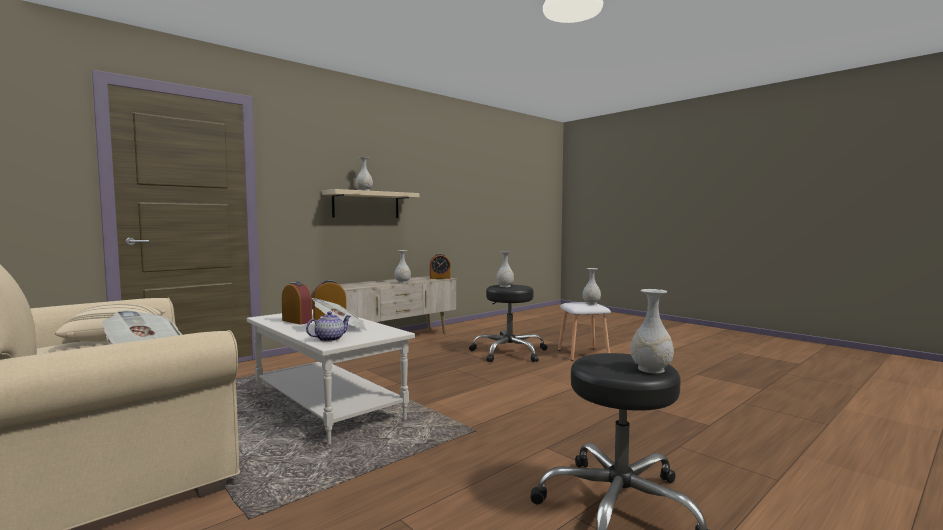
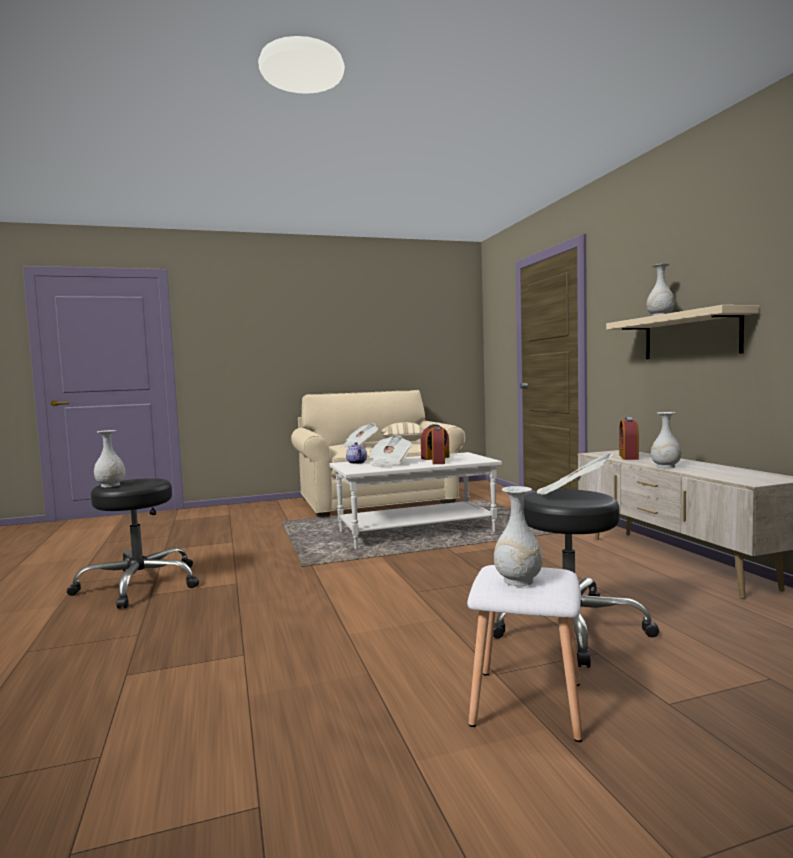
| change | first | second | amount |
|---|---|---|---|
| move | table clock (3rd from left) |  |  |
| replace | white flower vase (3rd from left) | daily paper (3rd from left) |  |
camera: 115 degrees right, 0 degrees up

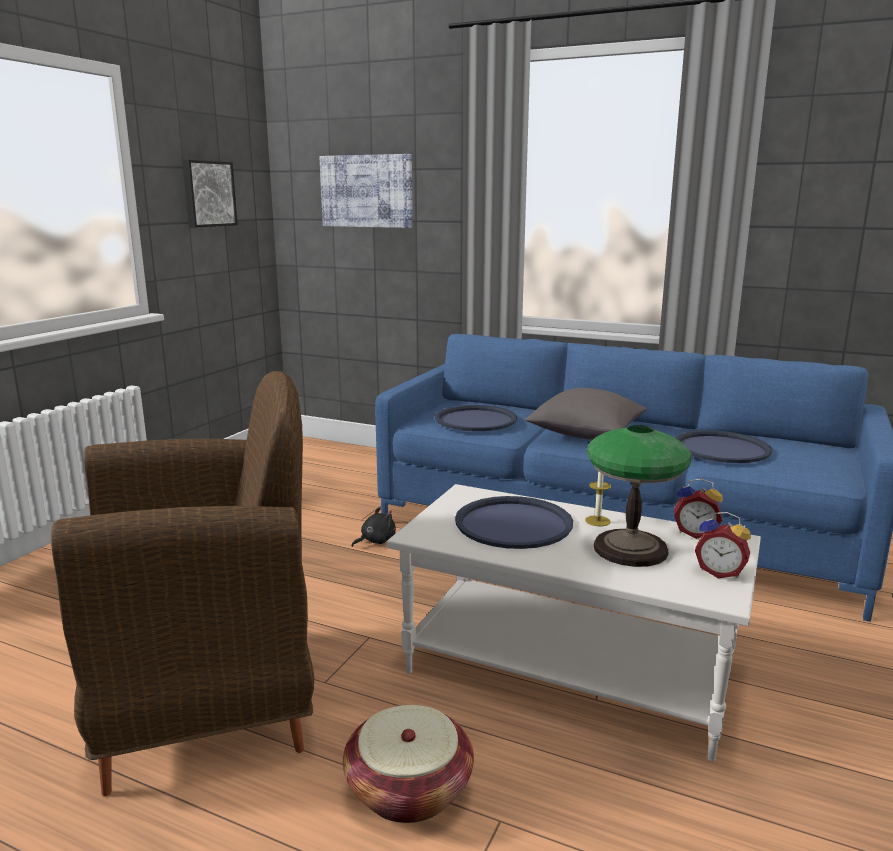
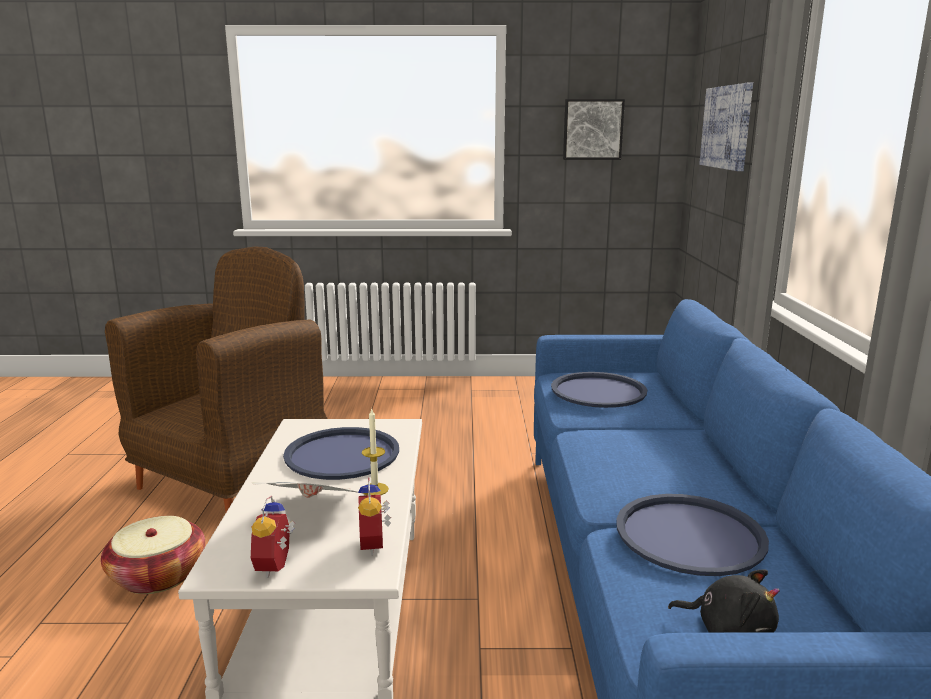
| change | first | second | amount |
|---|---|---|---|
| delete | grey throw pillow |  |  |
| move | black plush toy |  |  |
| replace | lamp for a table | daily paper |  |
| rotate | brown armchair |  | 105 degrees counterclockwise |
camera: 65 degrees right, 0 degrees up

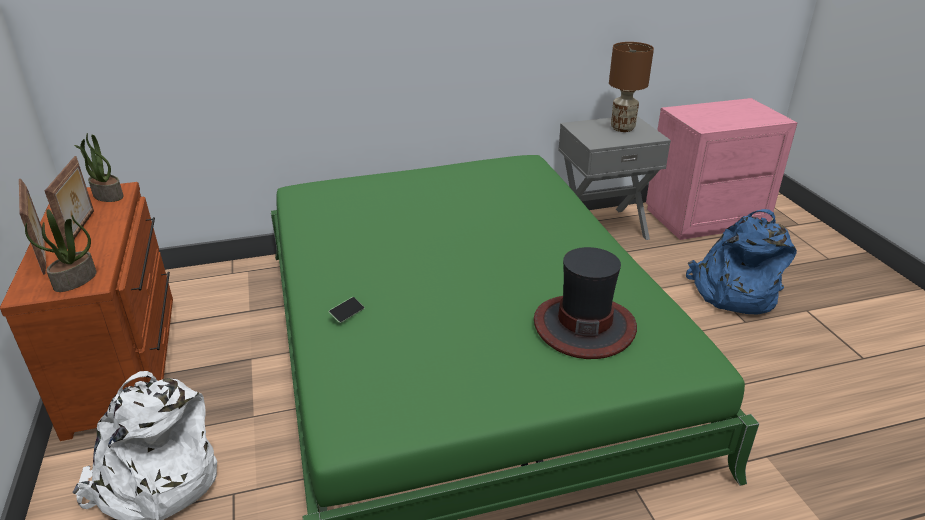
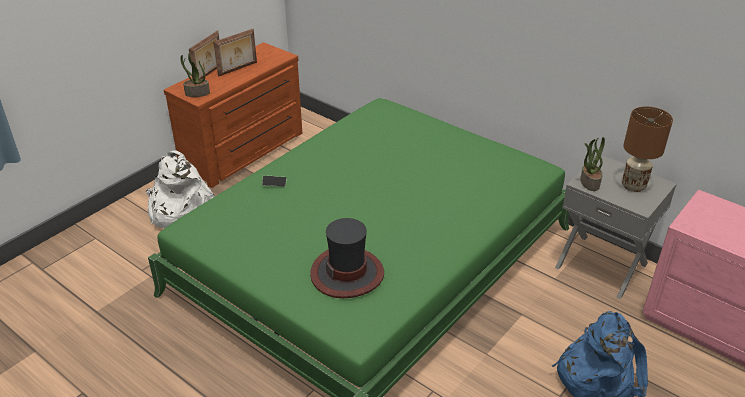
| change | first | second | amount |
|---|---|---|---|
| move | houseplant (2nd from left) |  |  |
camera: 55 degrees right, 5 degrees up

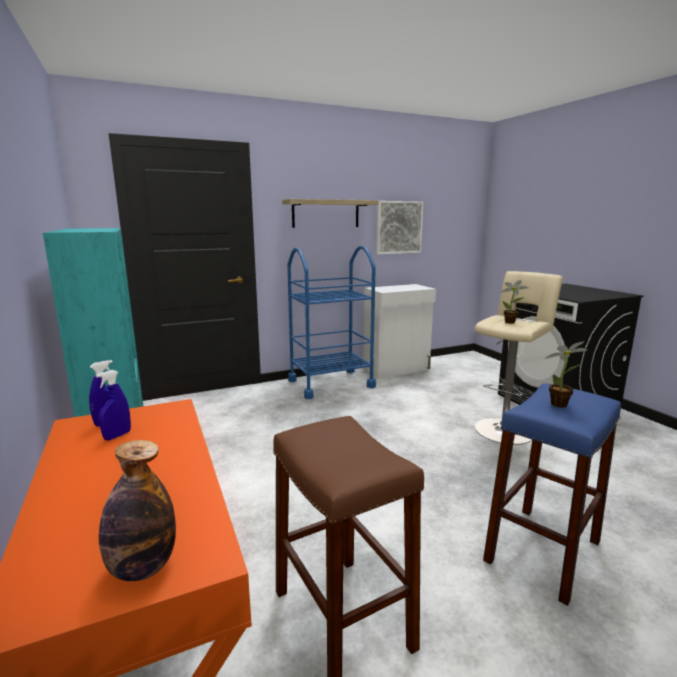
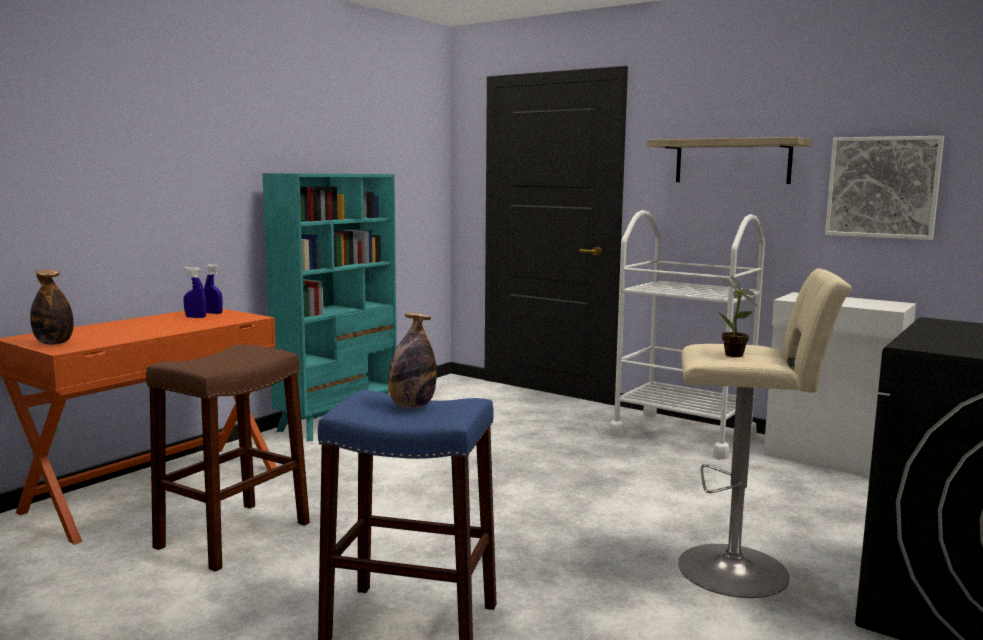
| change | first | second | amount |
|---|---|---|---|
| replace | houseplant (2nd from left) | beverage bottle (2nd from left) |  |
| recolor | blue-coloured cart | white cart |  |
camera: 60 degrees right, 5 degrees down

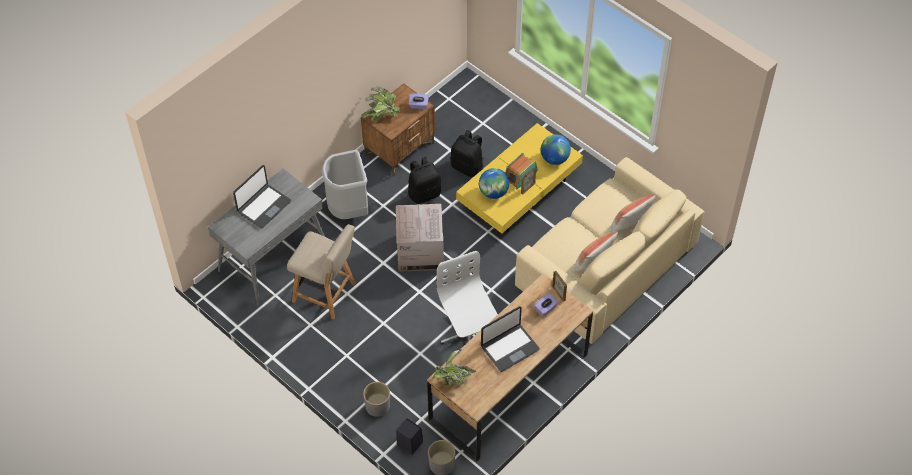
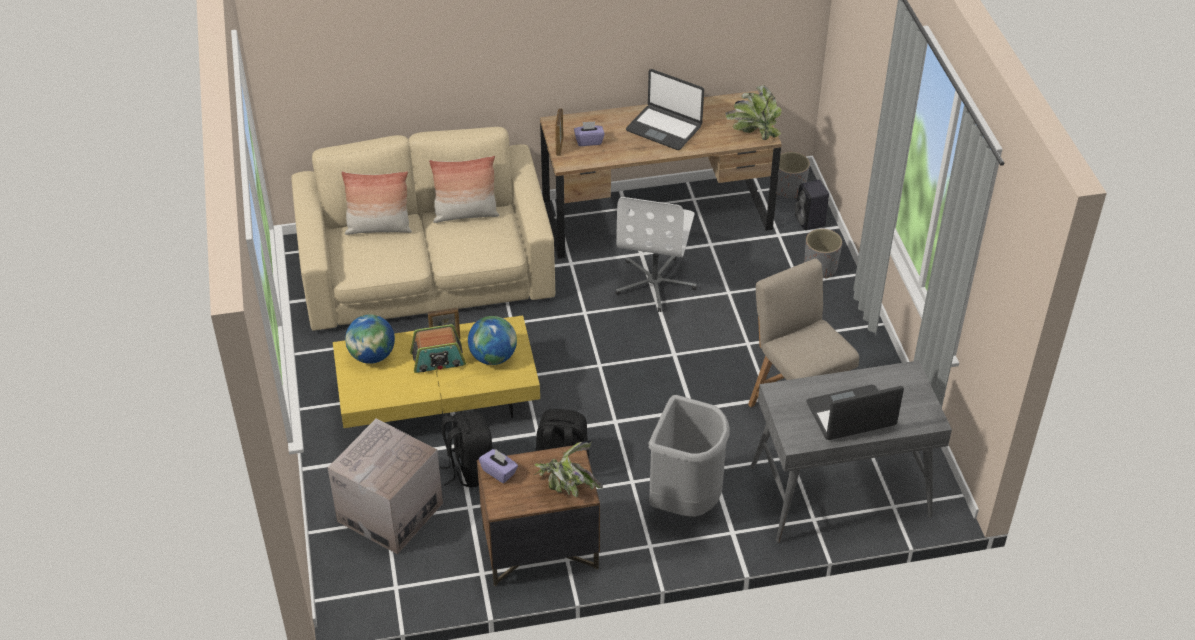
| change | first | second | amount |
|---|---|---|---|
| move | cardboard box |  |  |
| rotate | laptop (2nd from left in the first image) | laptop (1st from left) | 150 degrees counterclockwise |
camera: 145 degrees left, 10 degrees down

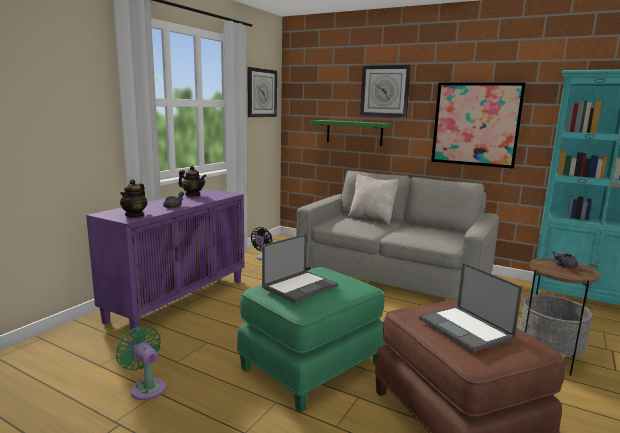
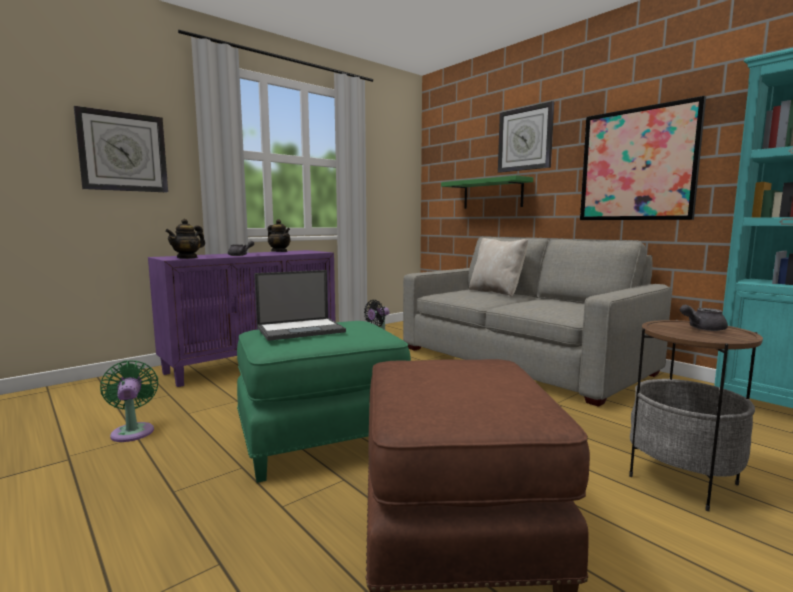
| change | first | second | amount |
|---|---|---|---|
| delete | laptop (2nd from left) |  |  |
| move | hanging clock (1st from left) |  |  |
camera: 20 degrees right, 5 degrees down

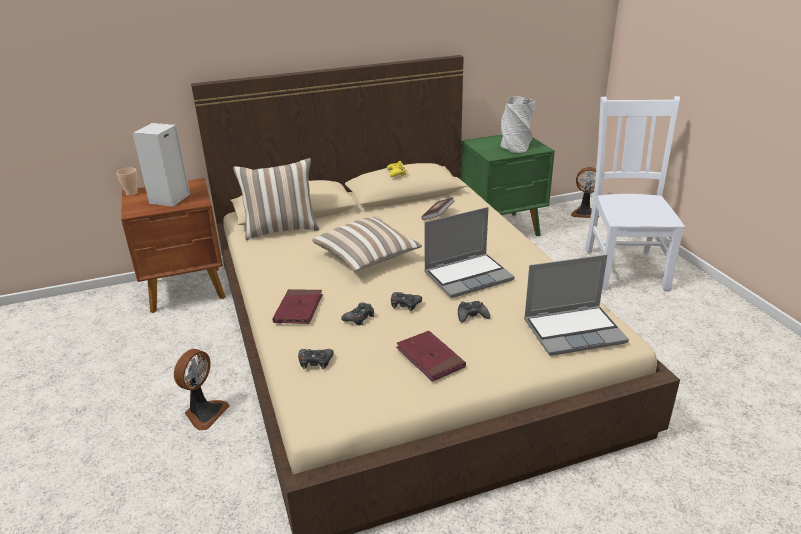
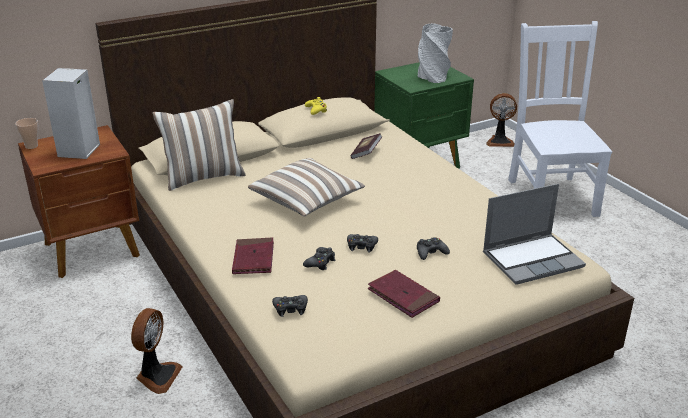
| change | first | second | amount |
|---|---|---|---|
| delete | laptop (1st from left) |  |  |
camera: 10 degrees left, 0 degrees up

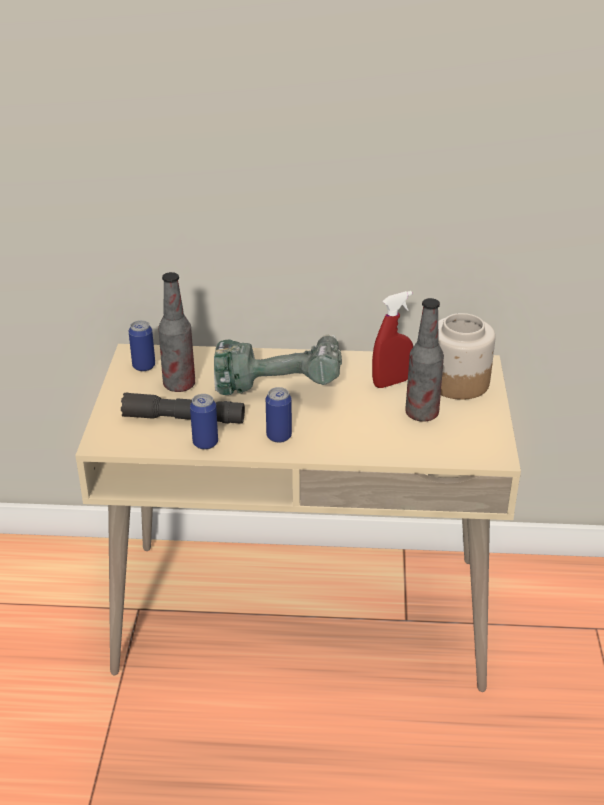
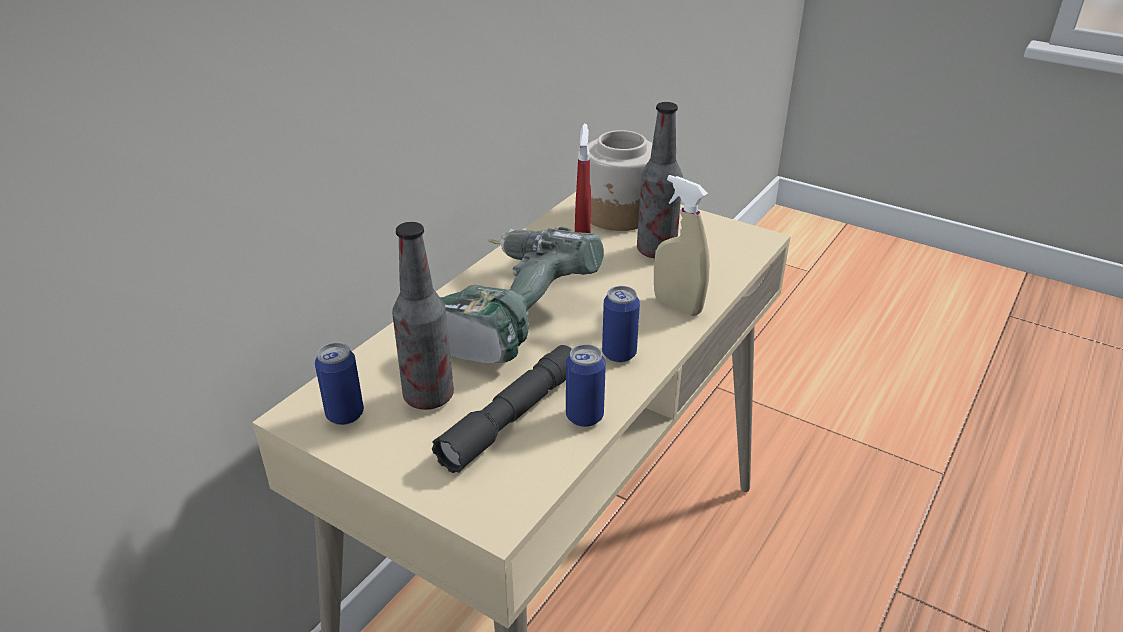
| change | first | second | amount |
|---|---|---|---|
| insert |  | beige spray bottle |  |
camera: 60 degrees left, 0 degrees up

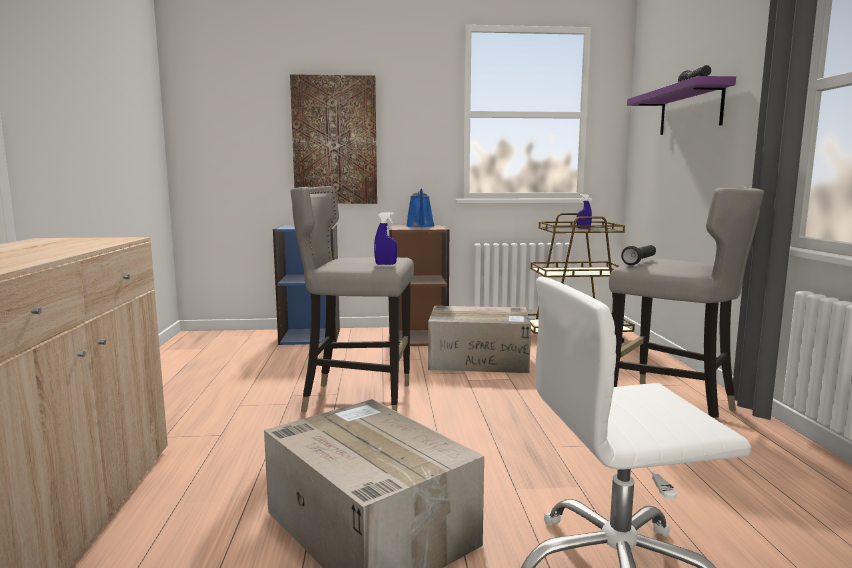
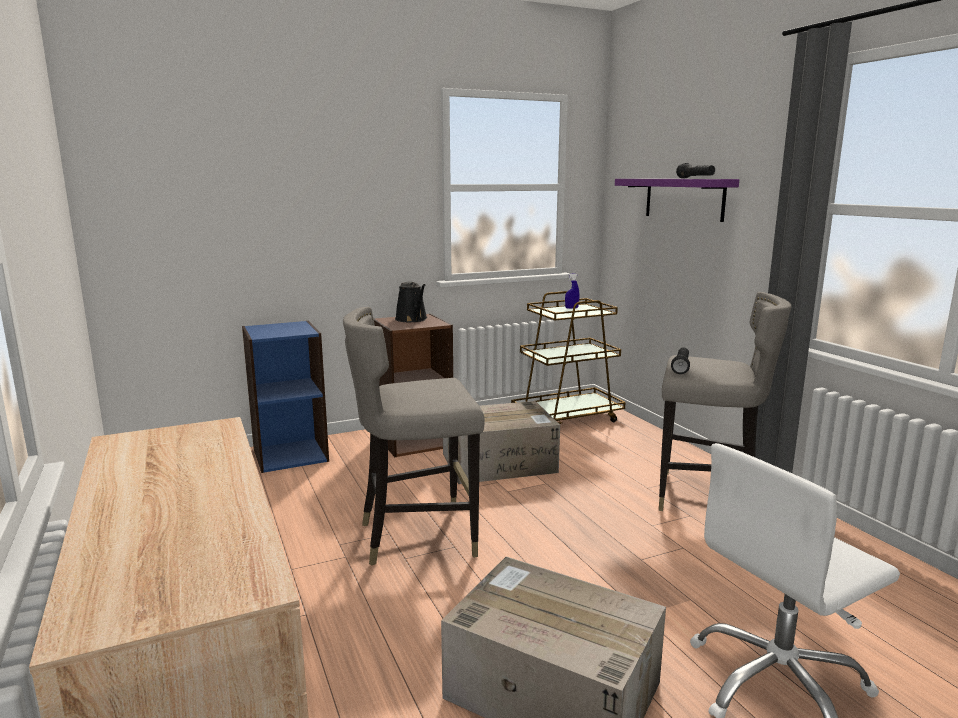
| change | first | second | amount |
|---|---|---|---|
| delete | picture |  |  |
| delete | blue-coloured spray bottle (1st from left) |  |  |
| recolor | blue-coloured watering can | black watering can |  |
camera: 20 degrees left, 5 degrees up

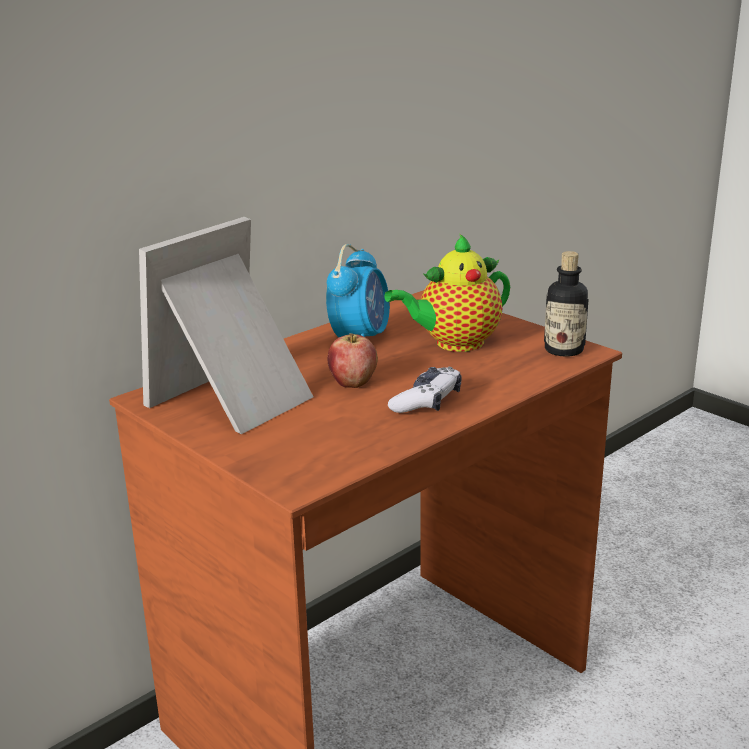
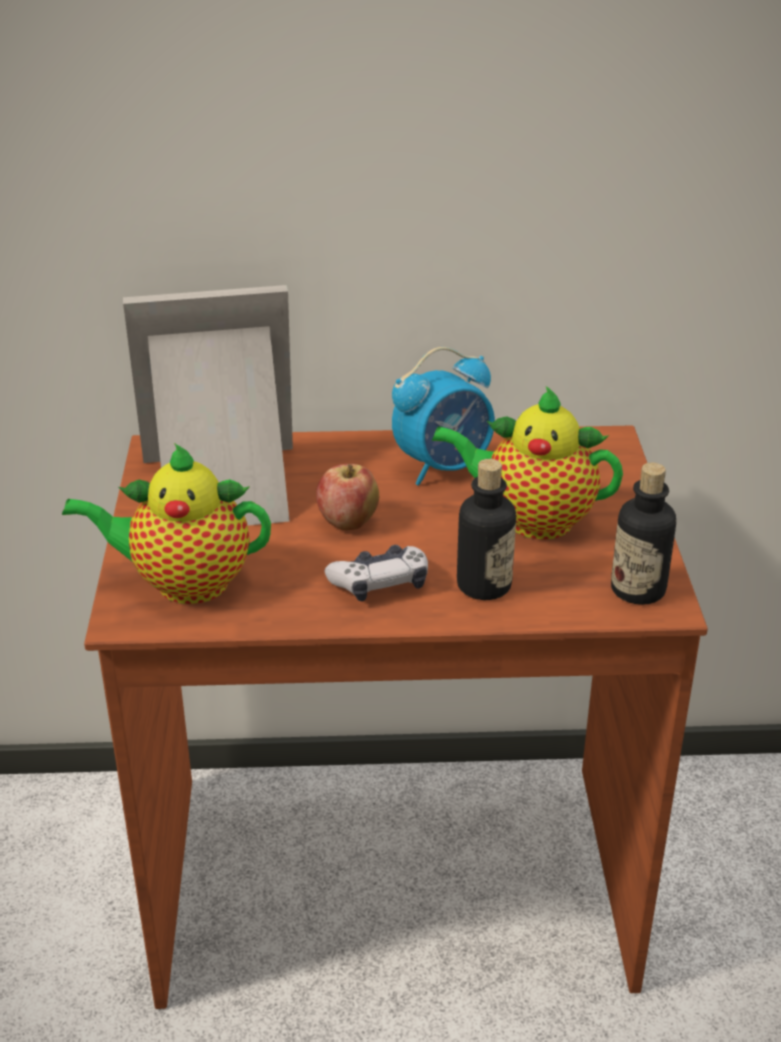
| change | first | second | amount |
|---|---|---|---|
| insert |  | tea pot (1st from left) |  |
| insert |  | beverage bottle (1st from left) |  |
camera: 40 degrees right, 10 degrees up

